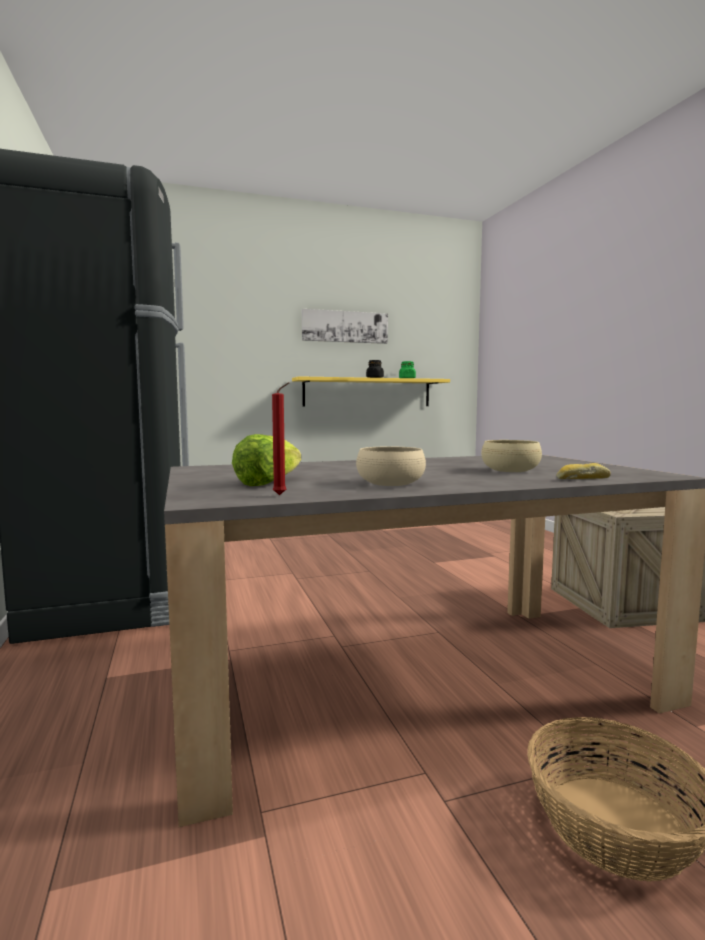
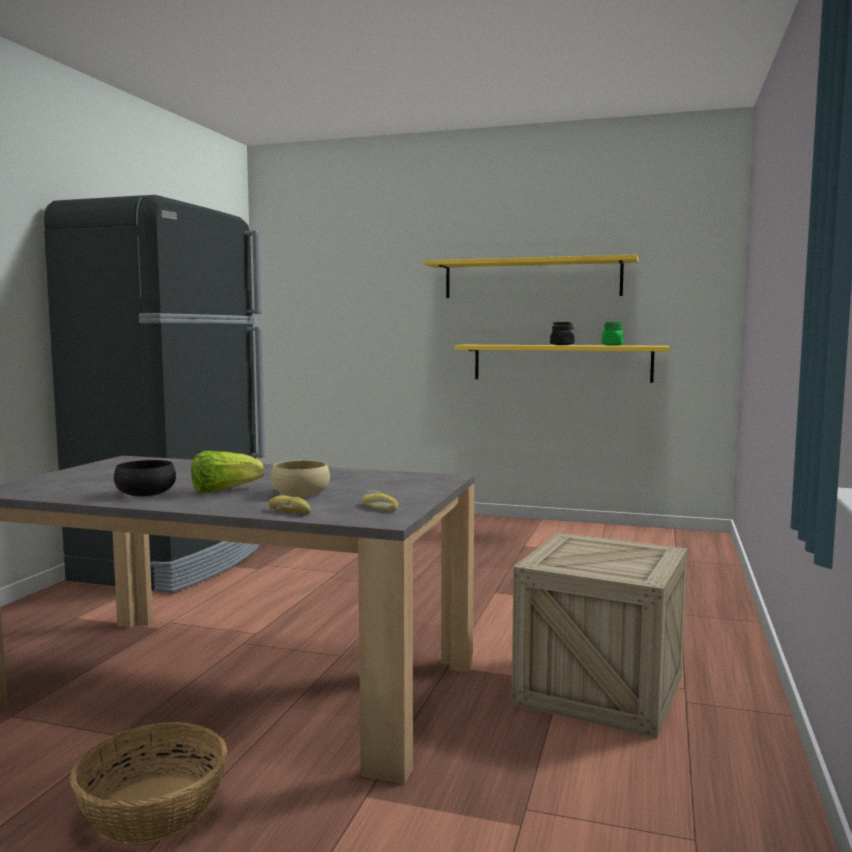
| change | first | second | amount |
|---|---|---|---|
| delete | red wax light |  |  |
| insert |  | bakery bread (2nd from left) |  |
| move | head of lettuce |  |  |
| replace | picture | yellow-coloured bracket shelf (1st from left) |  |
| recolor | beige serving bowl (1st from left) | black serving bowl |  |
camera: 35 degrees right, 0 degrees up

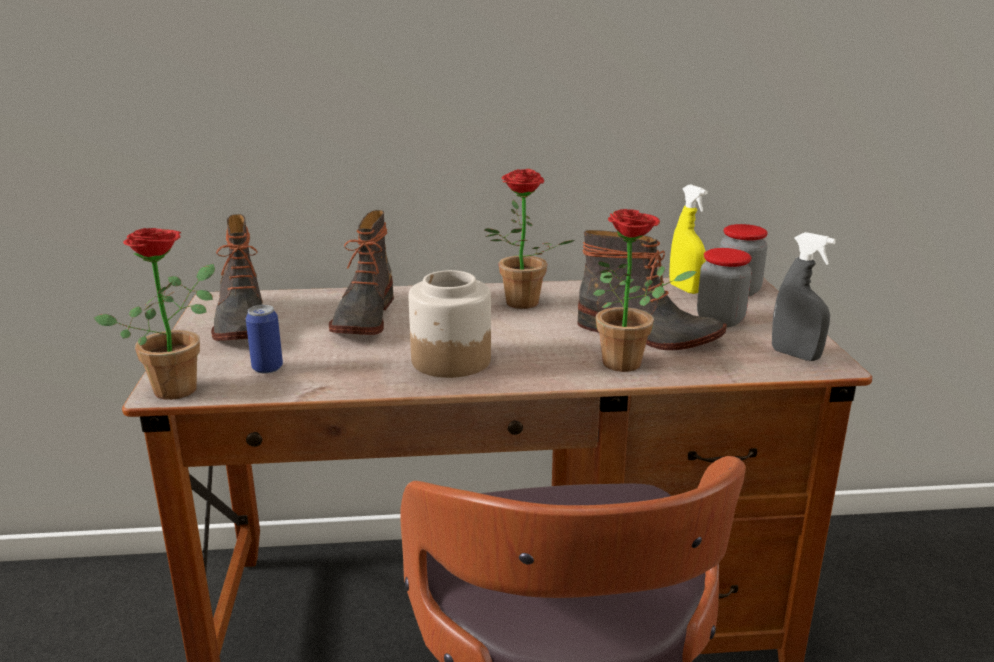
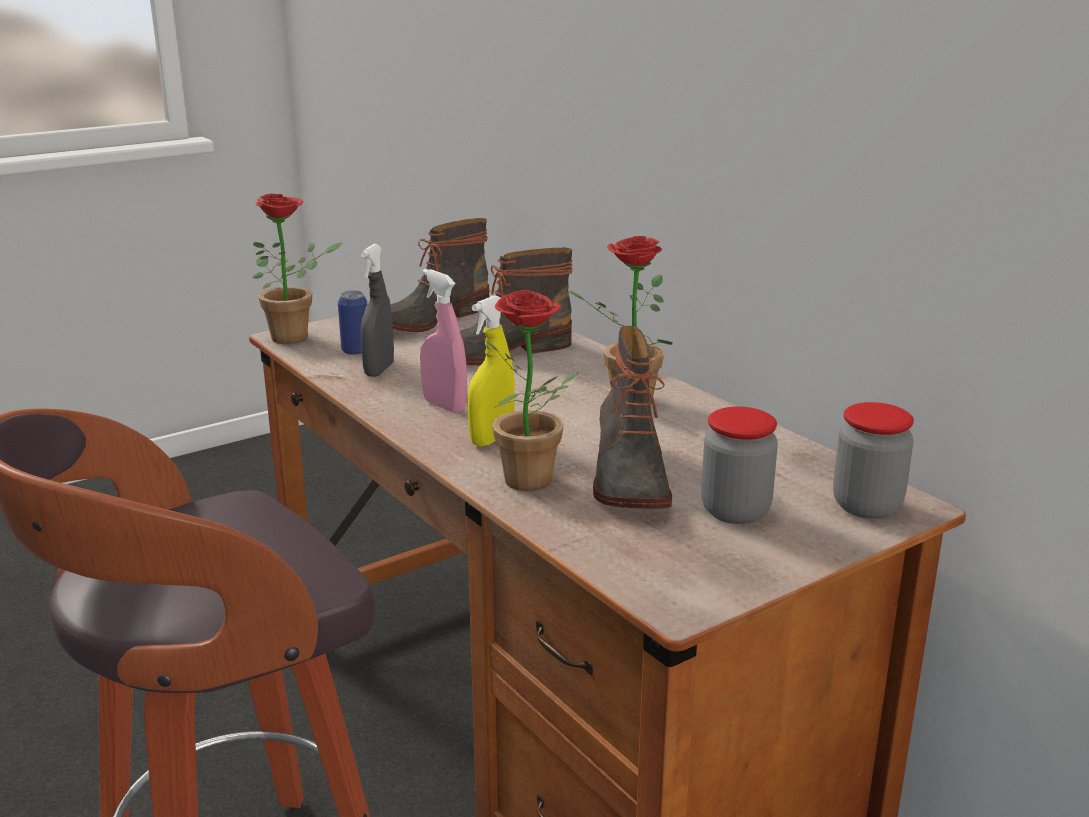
| change | first | second | amount |
|---|---|---|---|
| move | yellow-coloured spray bottle |  |  |
| move | grey spray bottle |  |  |
| replace | jar (1st from left) | pink-coloured spray bottle |  |
camera: 60 degrees right, 0 degrees up

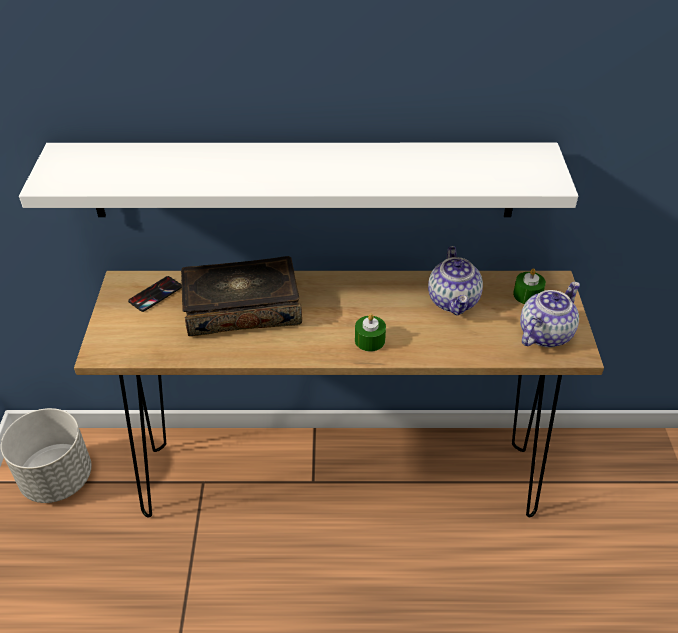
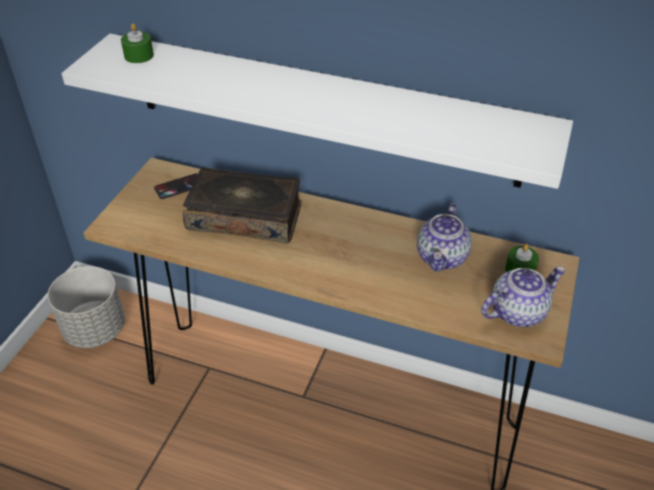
| change | first | second | amount |
|---|---|---|---|
| move | green-coloured wax light (1st from left) |  |  |
camera: 20 degrees right, 0 degrees up

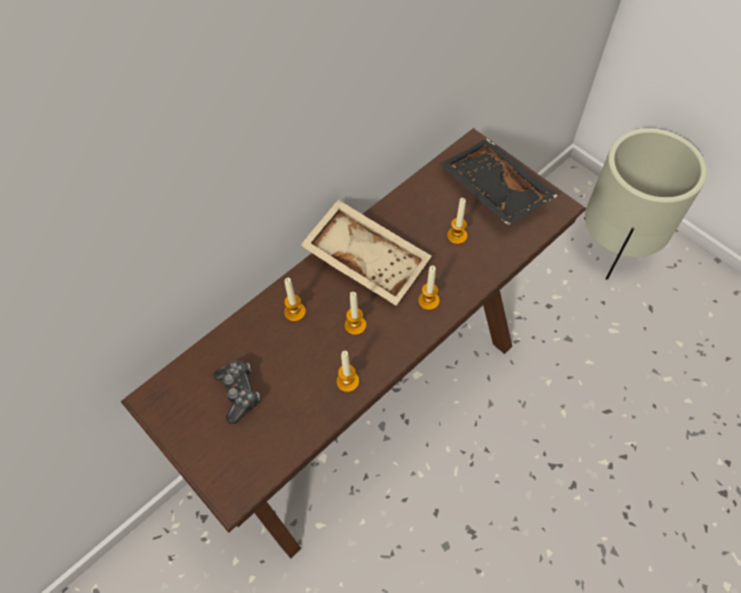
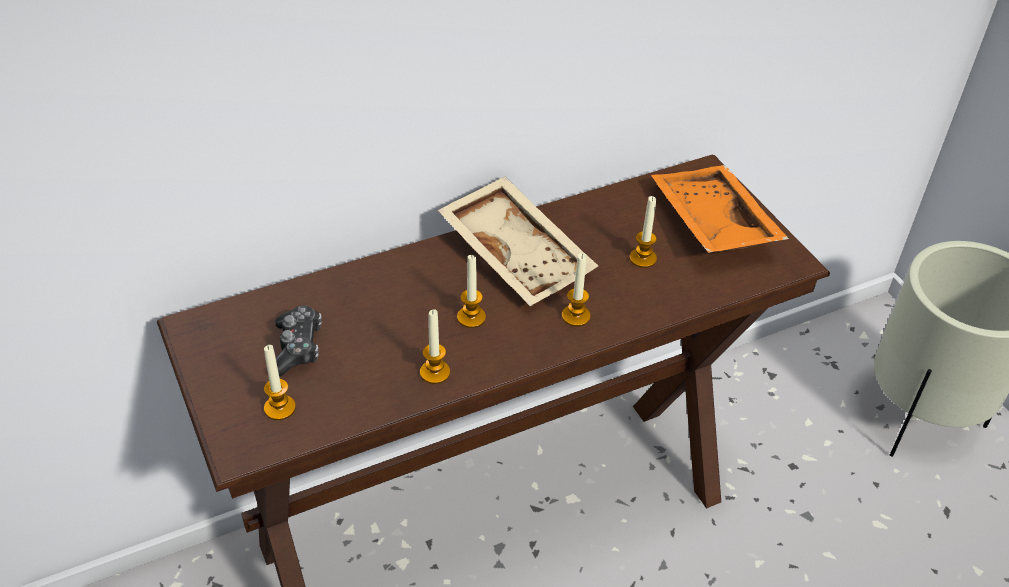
| change | first | second | amount |
|---|---|---|---|
| move | wax light (1st from left) |  |  |
| recolor | black tray | orange tray |  |
camera: 15 degrees right, 15 degrees down

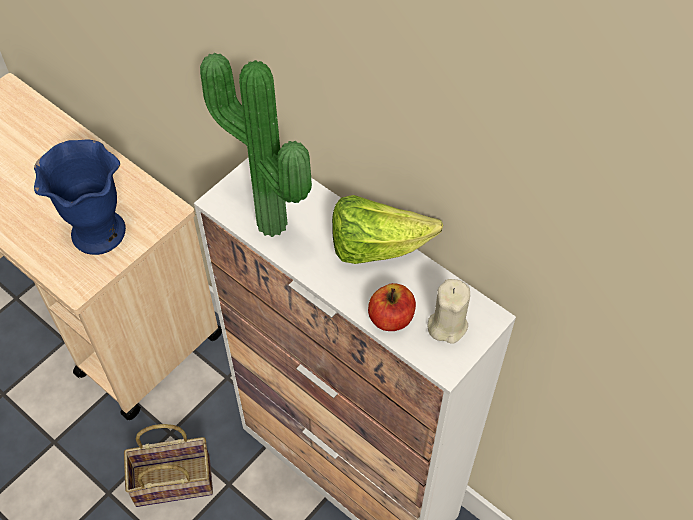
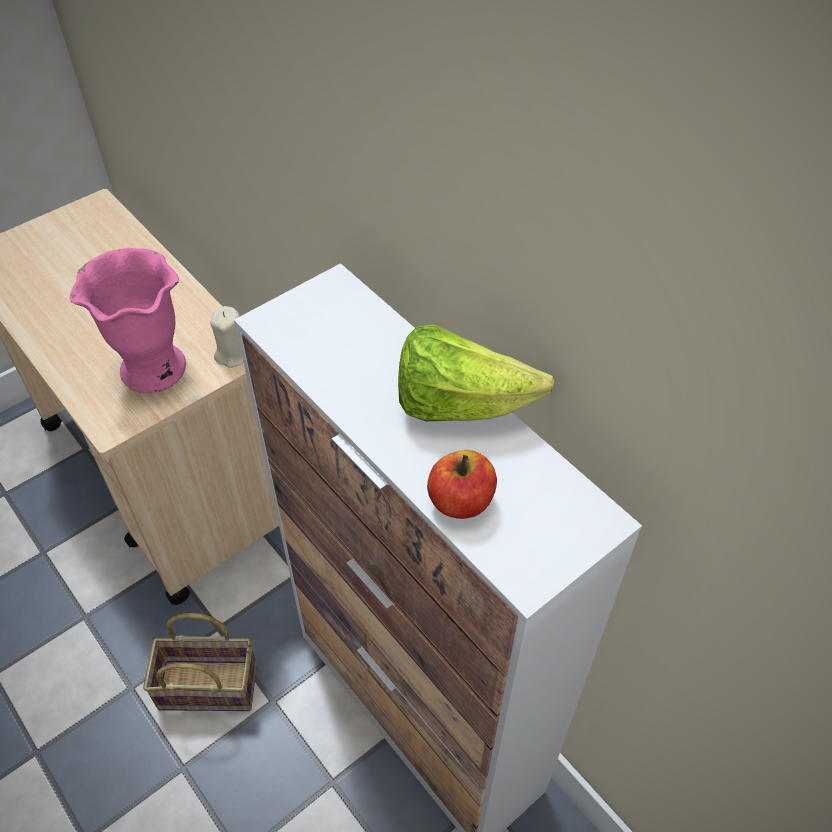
| change | first | second | amount |
|---|---|---|---|
| delete | houseplant |  |  |
| move | beige wax light |  |  |
| recolor | blue-coloured flower vase | pink-coloured flower vase |  |
camera: 10 degrees right, 5 degrees down

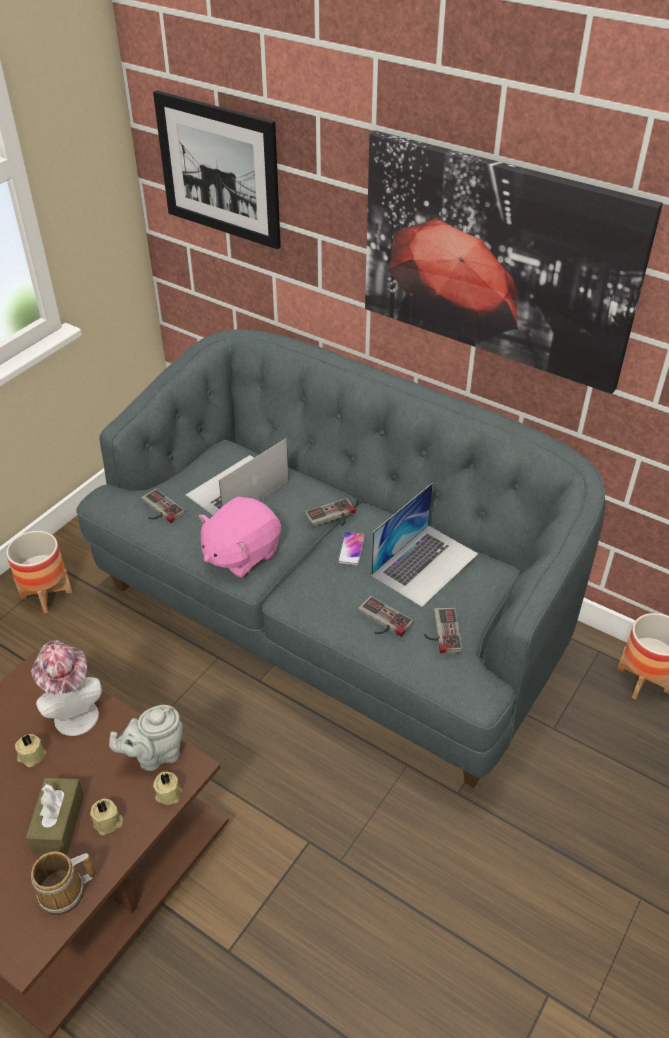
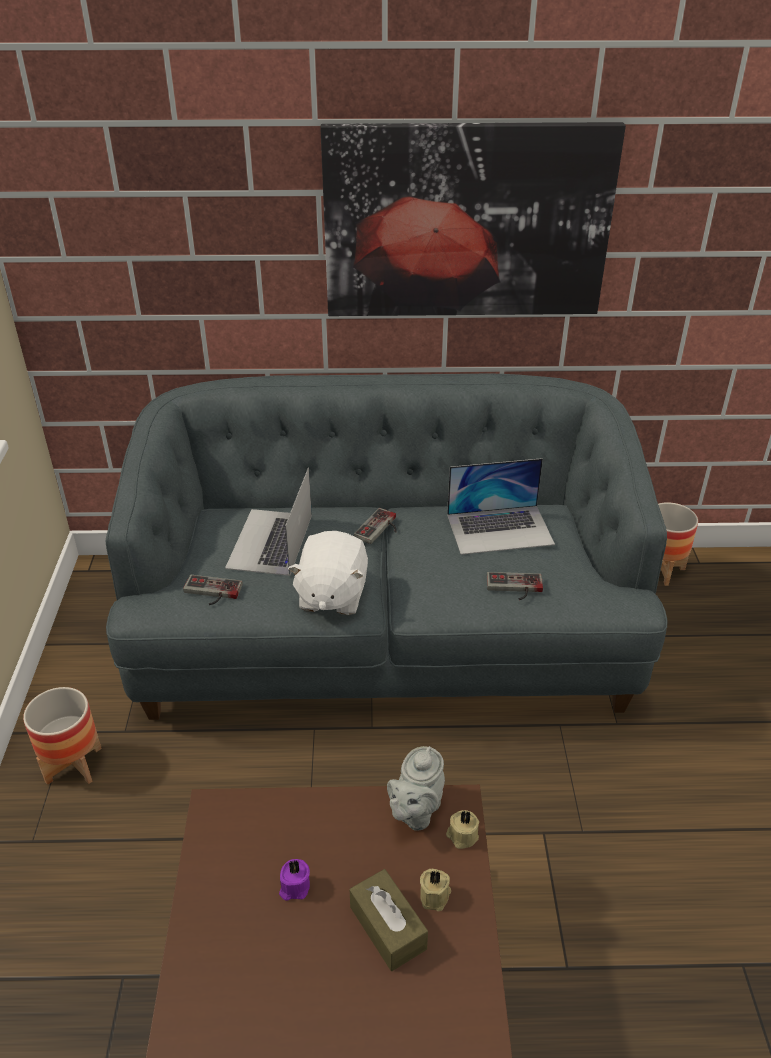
| change | first | second | amount |
|---|---|---|---|
| delete | wearable hat |  |  |
| delete | coffee mug |  |  |
| delete | picture (1st from left) |  |  |
| delete | telephone |  |  |
| delete | game controller (4th from left) |  |  |
| recolor | beige wax light (1st from left) | purplish wax light |  |
| recolor | pink-coloured plush toy | white plush toy |  |
| rotate | laptop (2nd from left) |  | 75 degrees clockwise |
camera: 35 degrees left, 5 degrees down

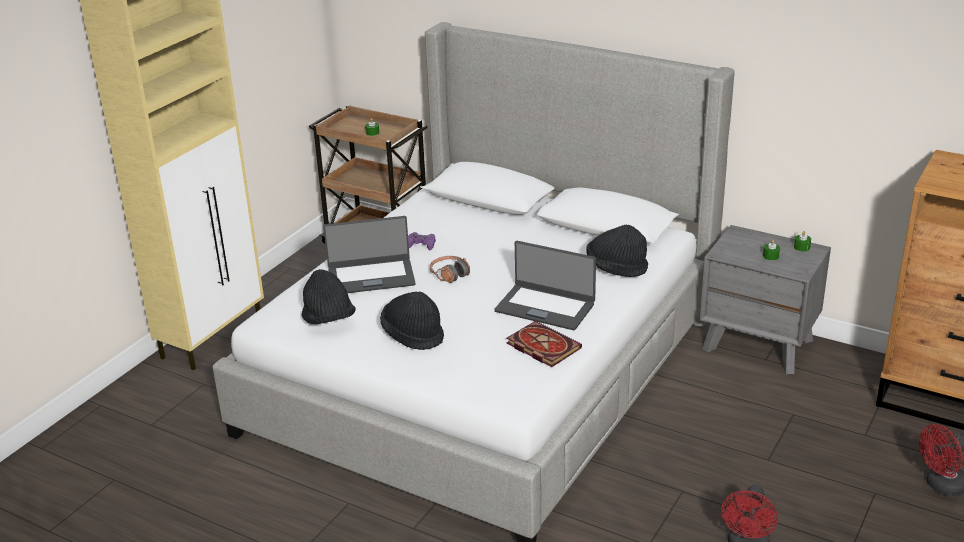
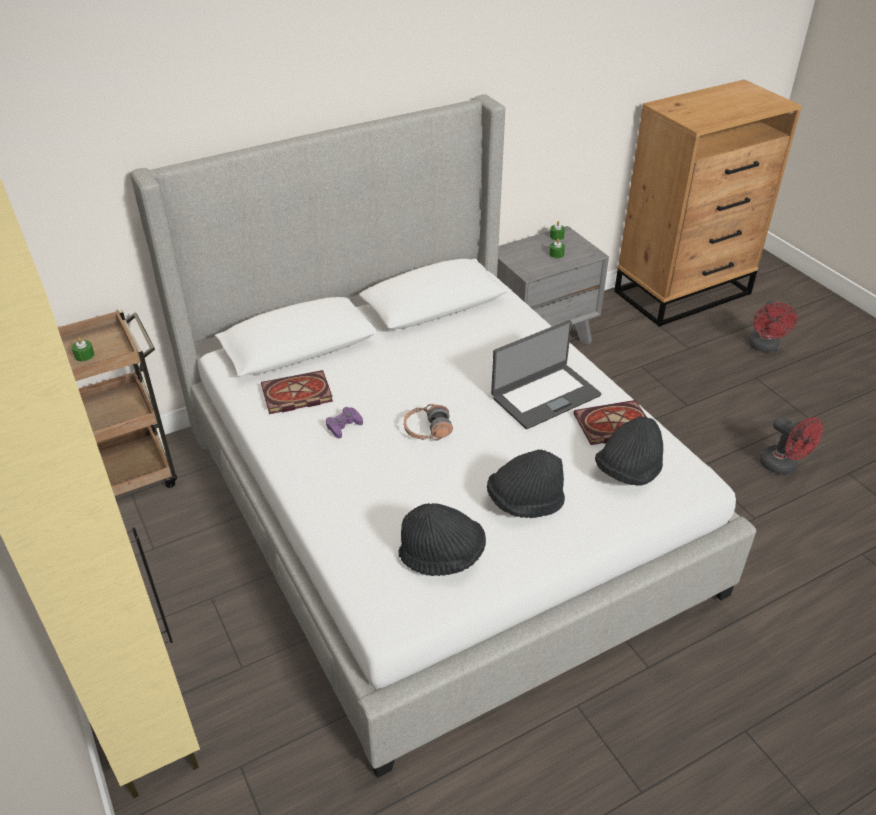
| change | first | second | amount |
|---|---|---|---|
| delete | laptop (1st from left) |  |  |
| insert |  | volume (1st from left) |  |
| move | black wearable hat (3rd from left) |  |  |
camera: 60 degrees left, 10 degrees up

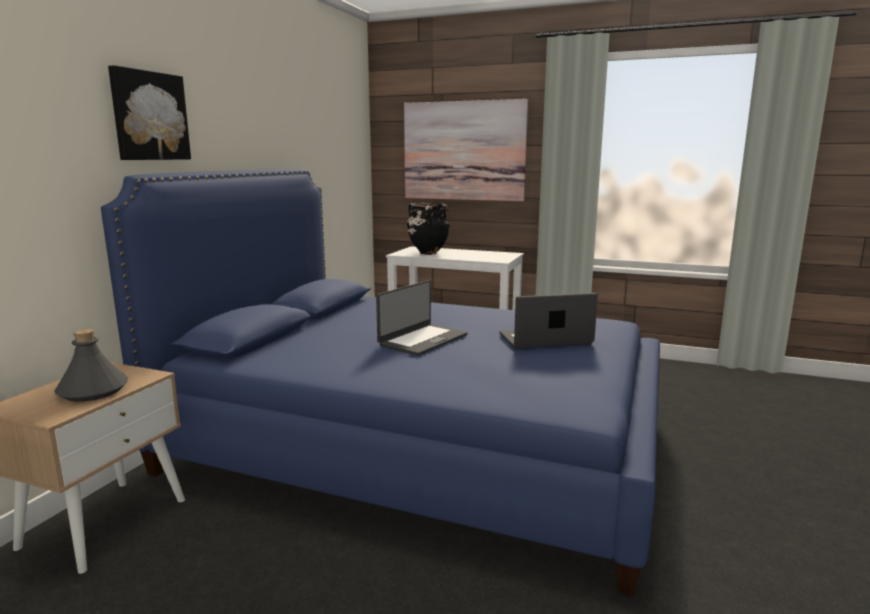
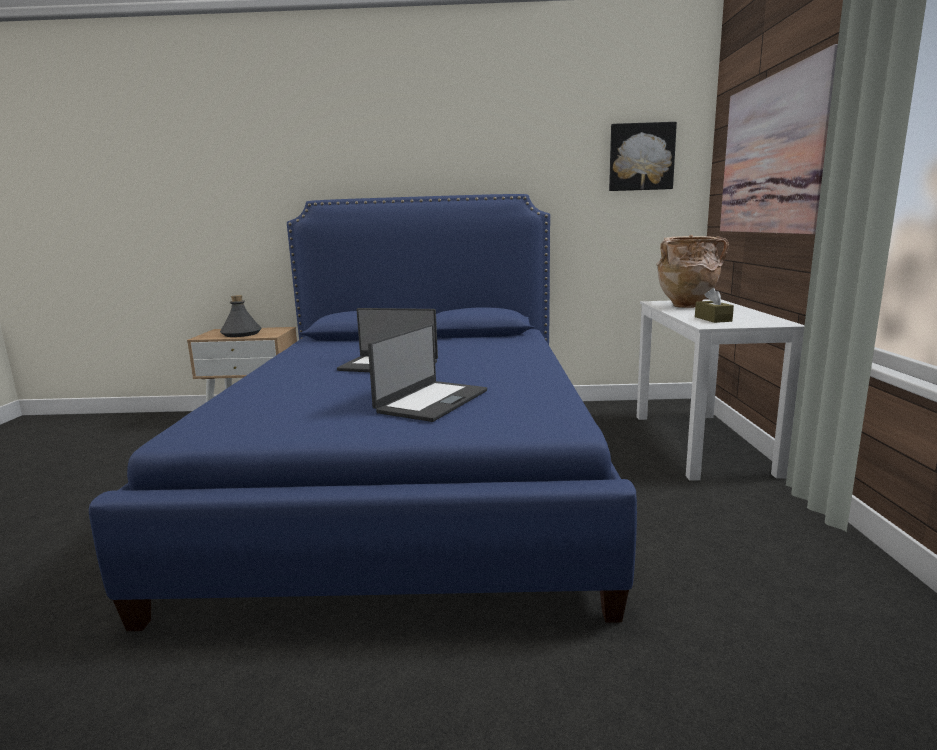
| change | first | second | amount |
|---|---|---|---|
| insert |  | brown tissue holder |  |
| move | picture (1st from left) |  |  |
| recolor | black flower vase | beige flower vase |  |
| rotate | laptop (2nd from left) |  | 60 degrees clockwise |
camera: 70 degrees right, 0 degrees up

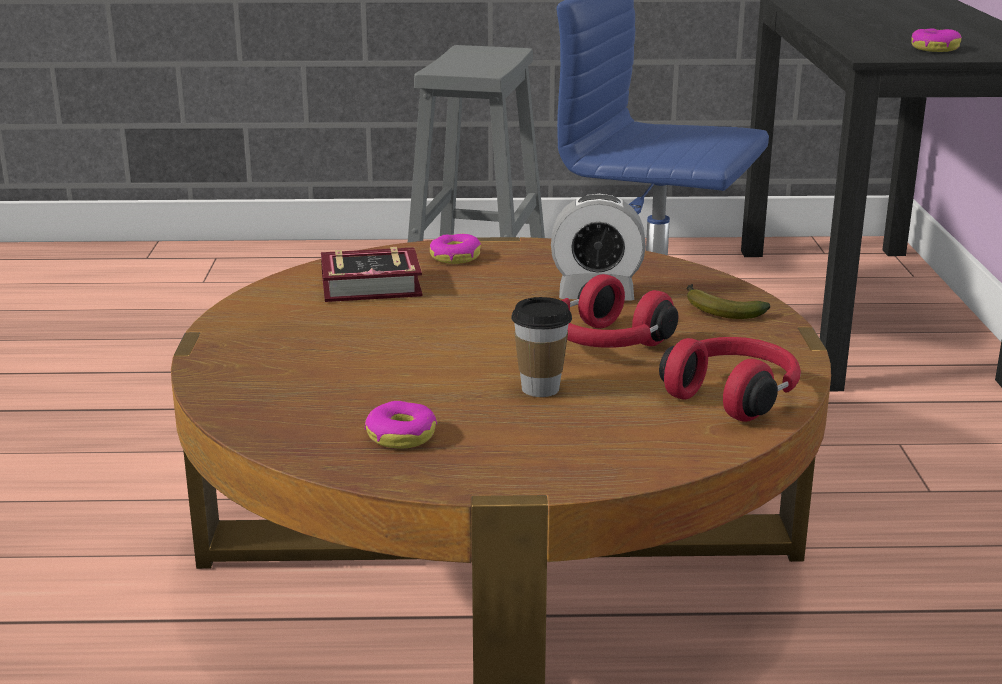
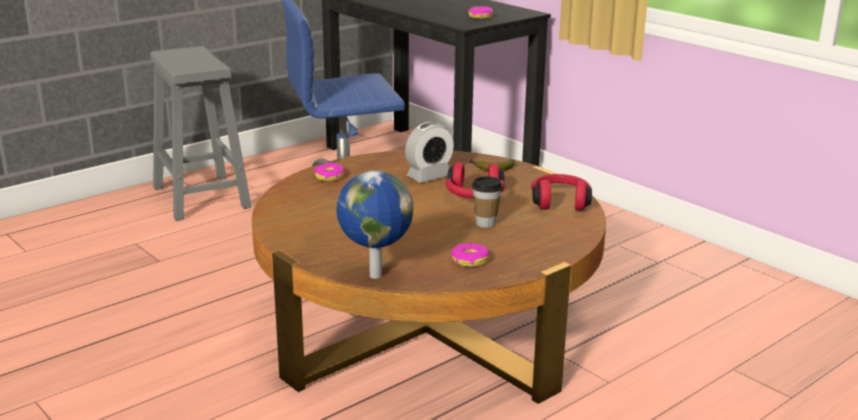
| change | first | second | amount |
|---|---|---|---|
| delete | volume |  |  |
| insert |  | world globe |  |
camera: 40 degrees left, 0 degrees up

